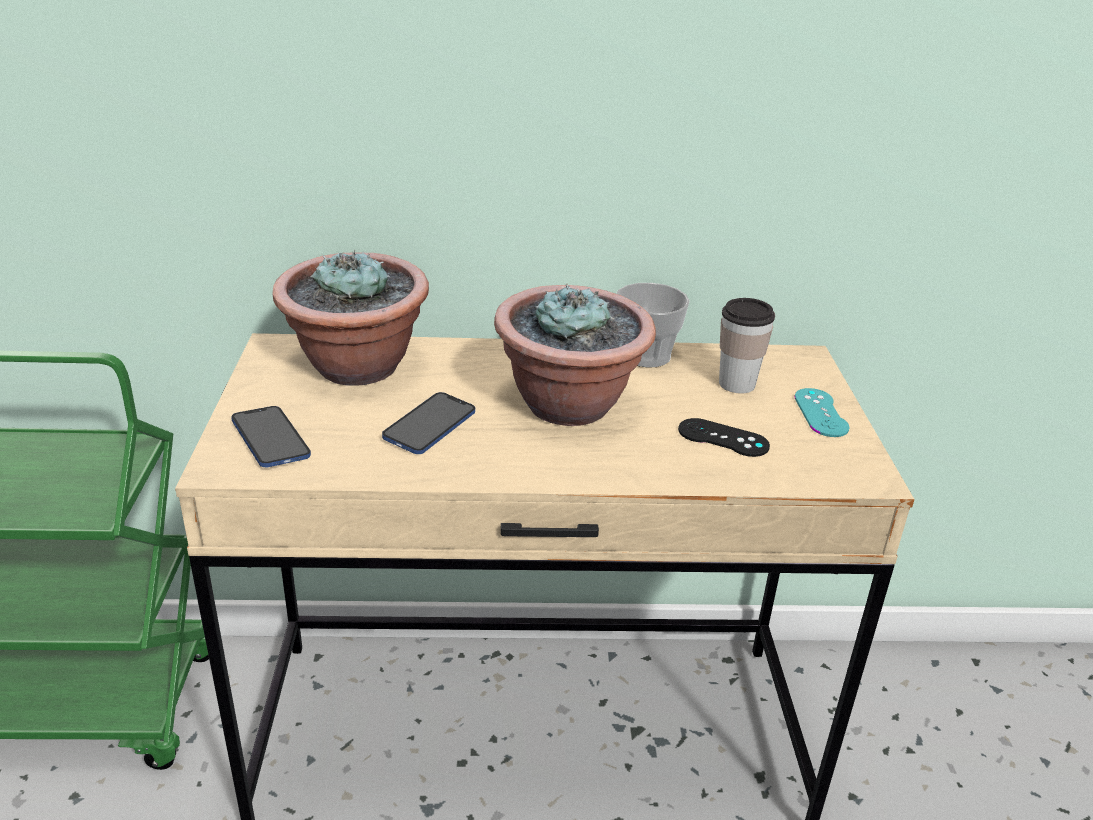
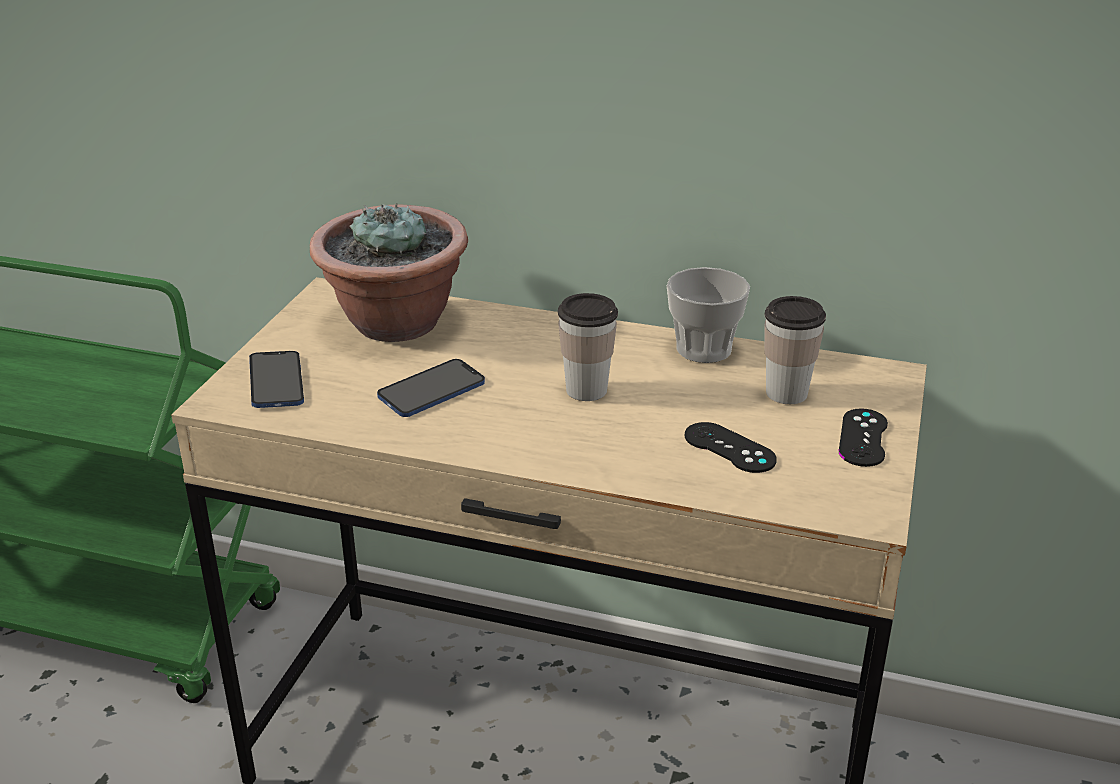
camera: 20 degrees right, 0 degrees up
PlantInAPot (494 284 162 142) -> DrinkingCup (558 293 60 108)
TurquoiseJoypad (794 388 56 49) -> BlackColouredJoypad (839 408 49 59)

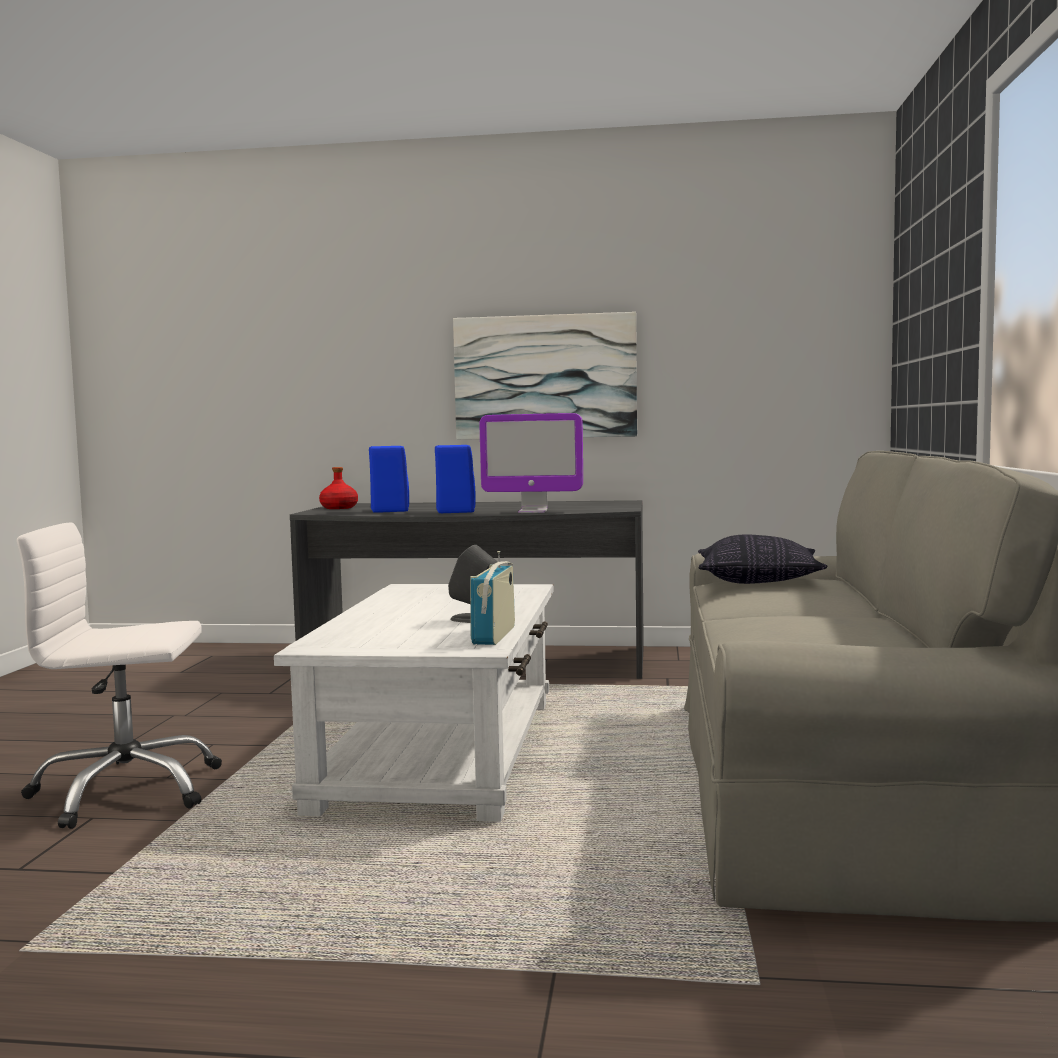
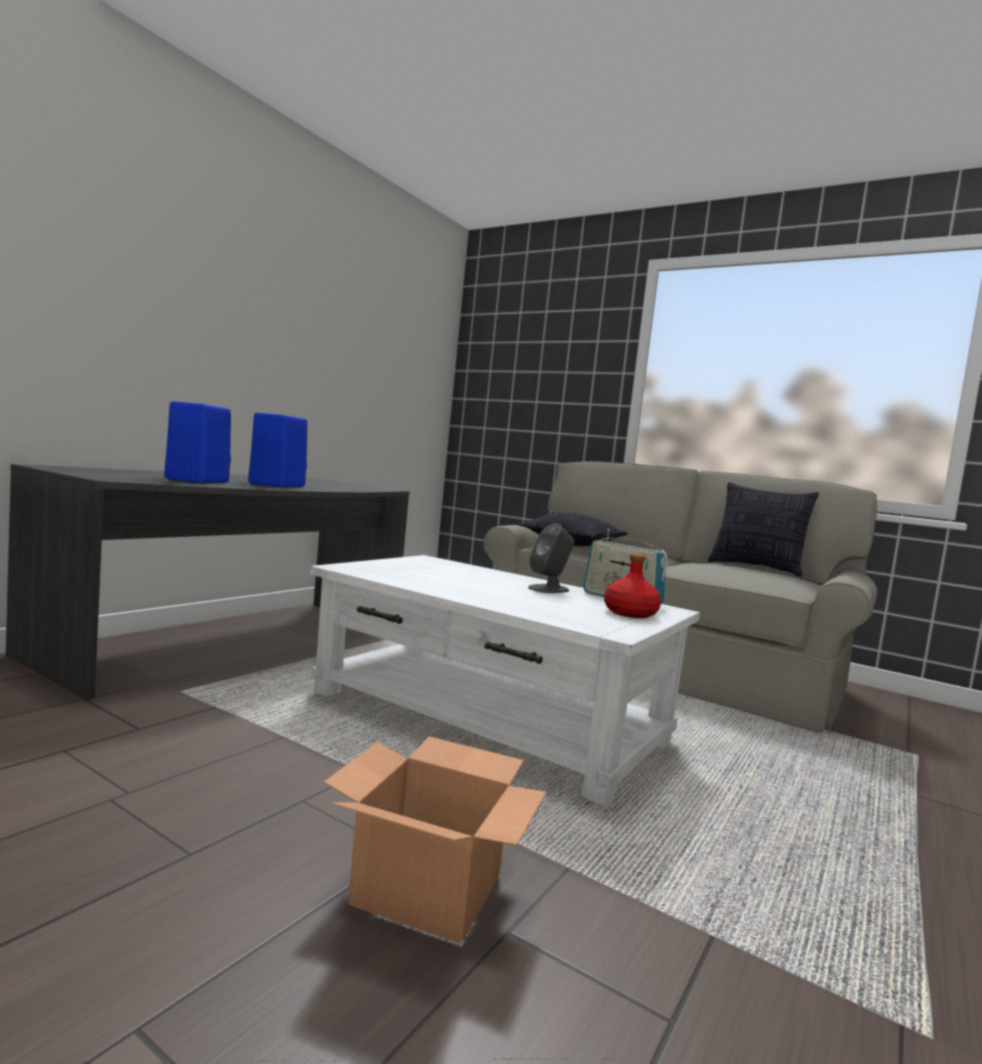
camera: 65 degrees left, 0 degrees up
WallPicture (453 312 184 128) -> none
ComputerScreen (480 413 103 100) -> none
none -> Cushion (708 482 111 95)
ReddishBottle (319 467 39 42) -> ReddishBottle (604 553 57 65), move
WhiteColouredOfficeChair (17 523 205 306) -> CardboardBox (324 737 222 207)

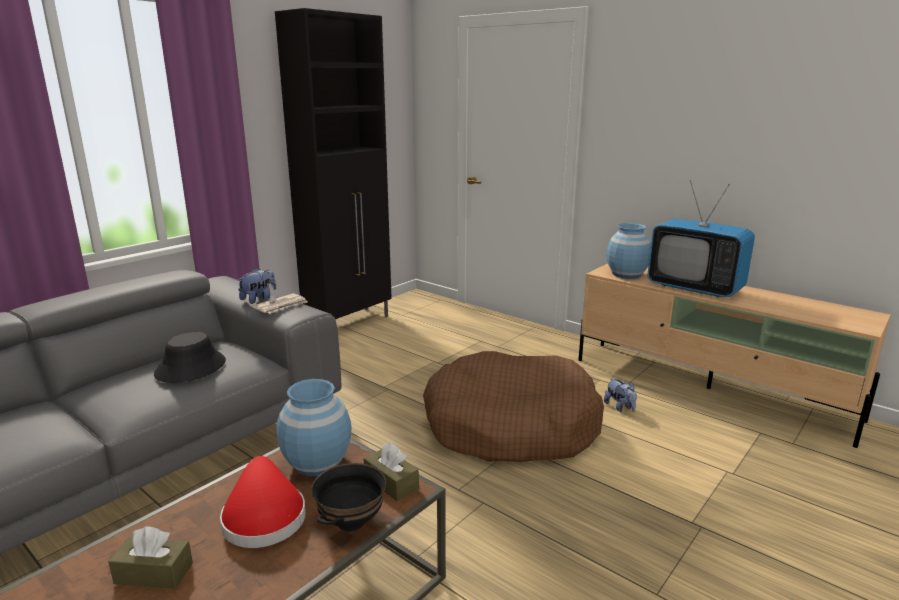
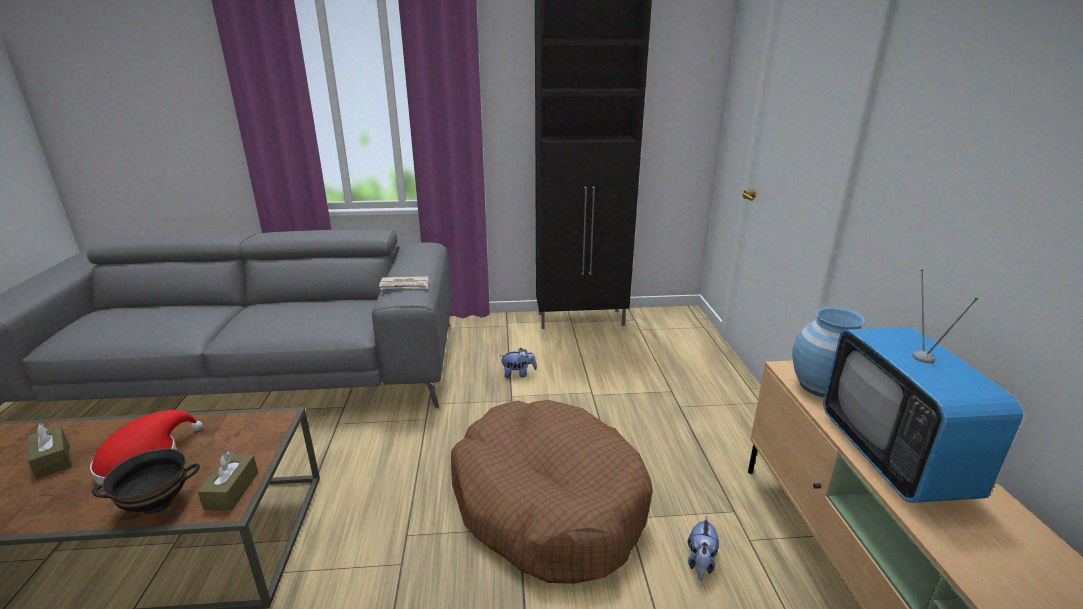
camera: 45 degrees right, 5 degrees up
BlackColouredClothingHat (154 332 72 51) -> none
BlueColouredFlowerVase (276 379 76 97) -> none
SoftToy (238 268 38 36) -> SoftToy (500 348 37 30), move

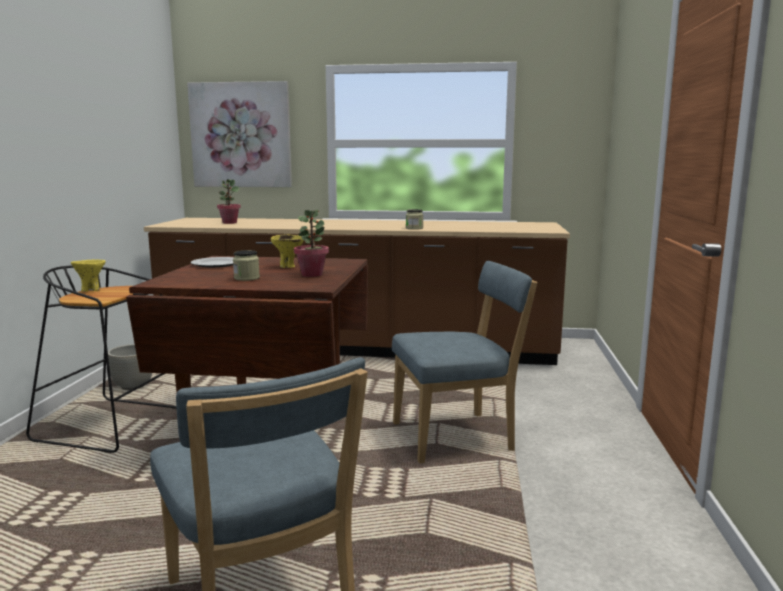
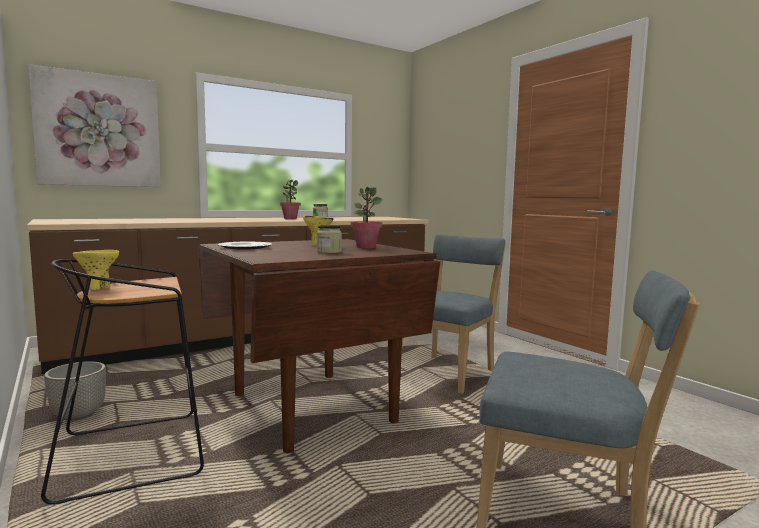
camera: 40 degrees left, 5 degrees down
PlantInAPot (217 179 24 45) -> PlantInAPot (280 180 21 39), move

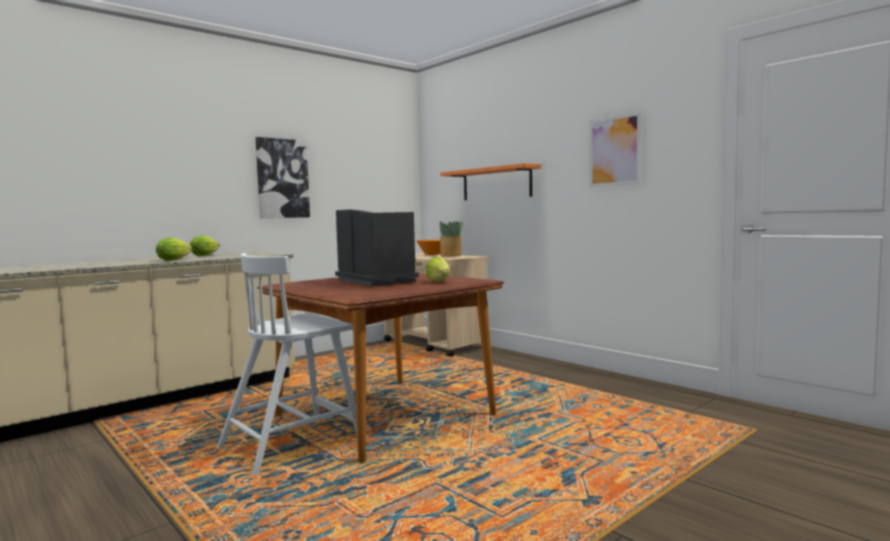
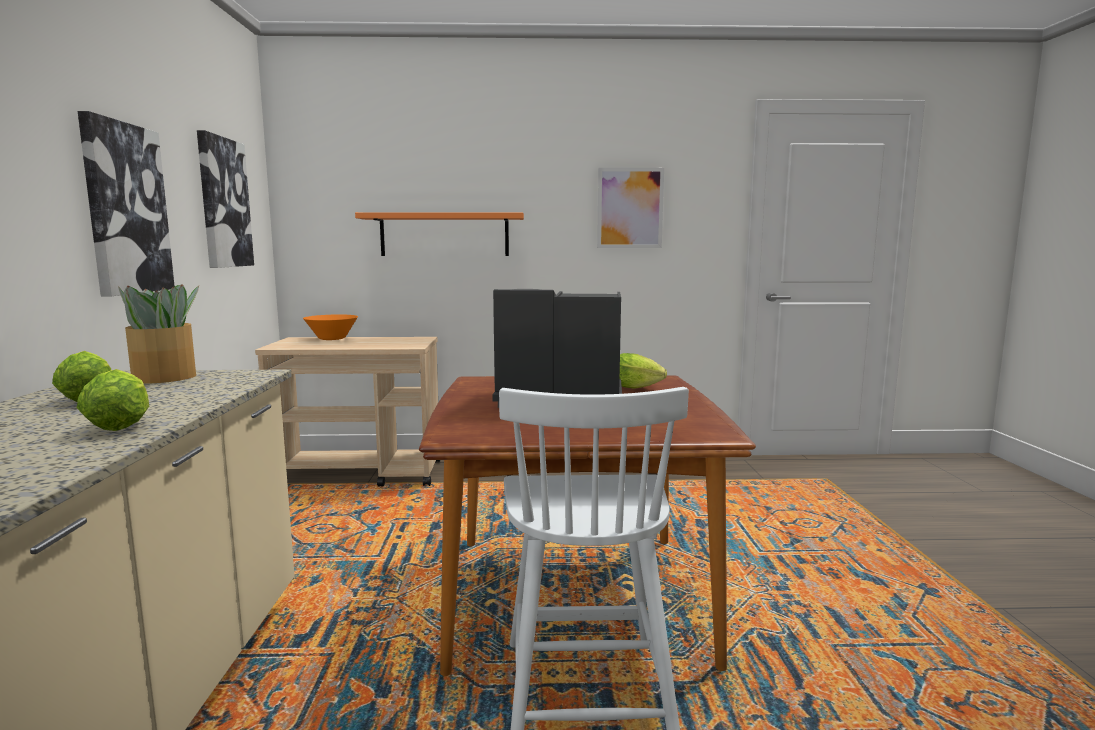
camera: 50 degrees left, 5 degrees up
none -> WallPicture (197 130 57 138)
PlantInAPot (439 221 24 36) -> PlantInAPot (118 284 81 100), move

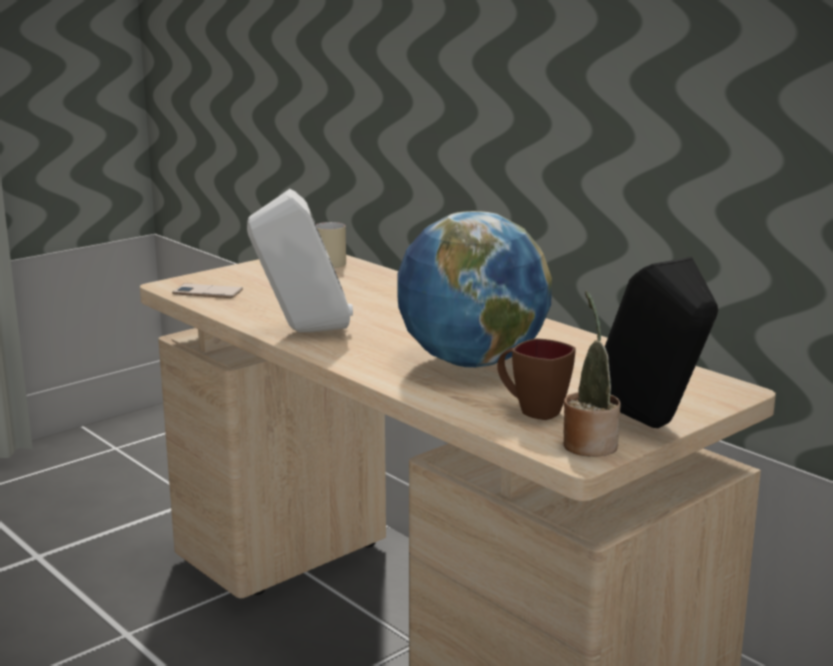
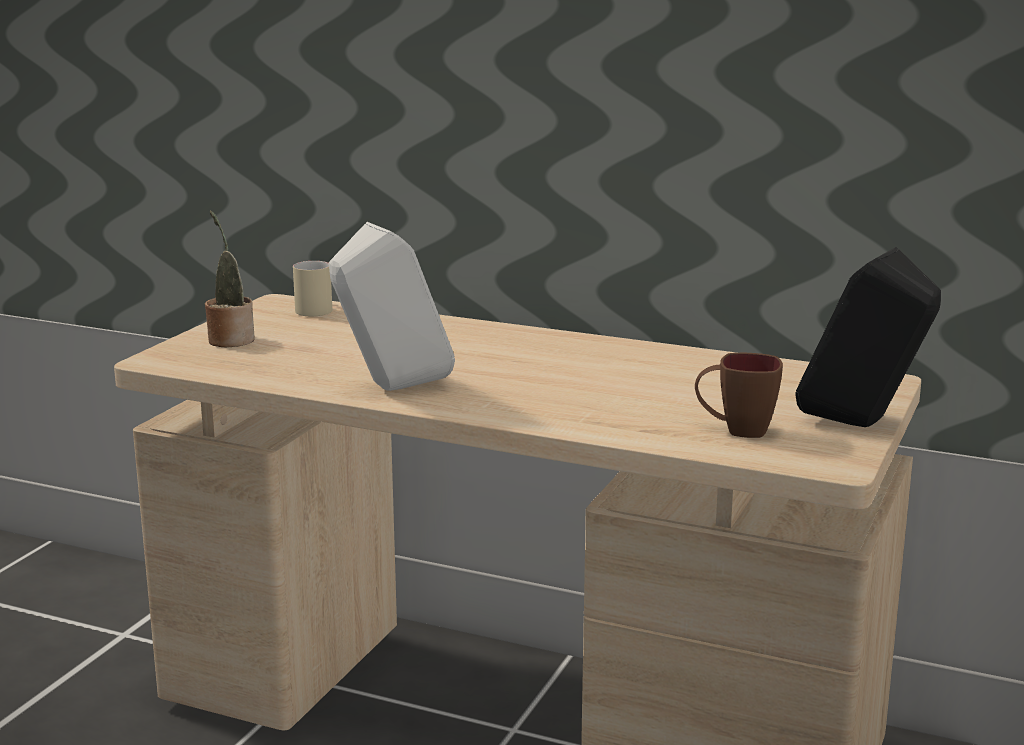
camera: 25 degrees left, 0 degrees up
Handset (172 283 71 15) -> none
DeskGlobe (397 211 155 157) -> none
PlantInAPot (564 291 57 166) -> PlantInAPot (205 211 50 136), move

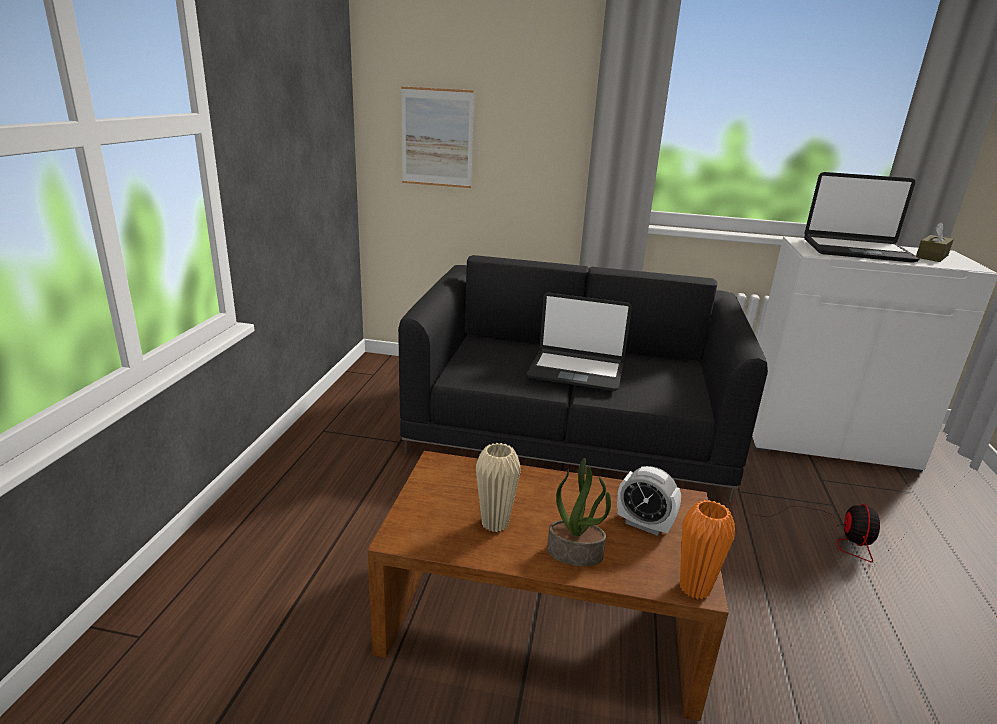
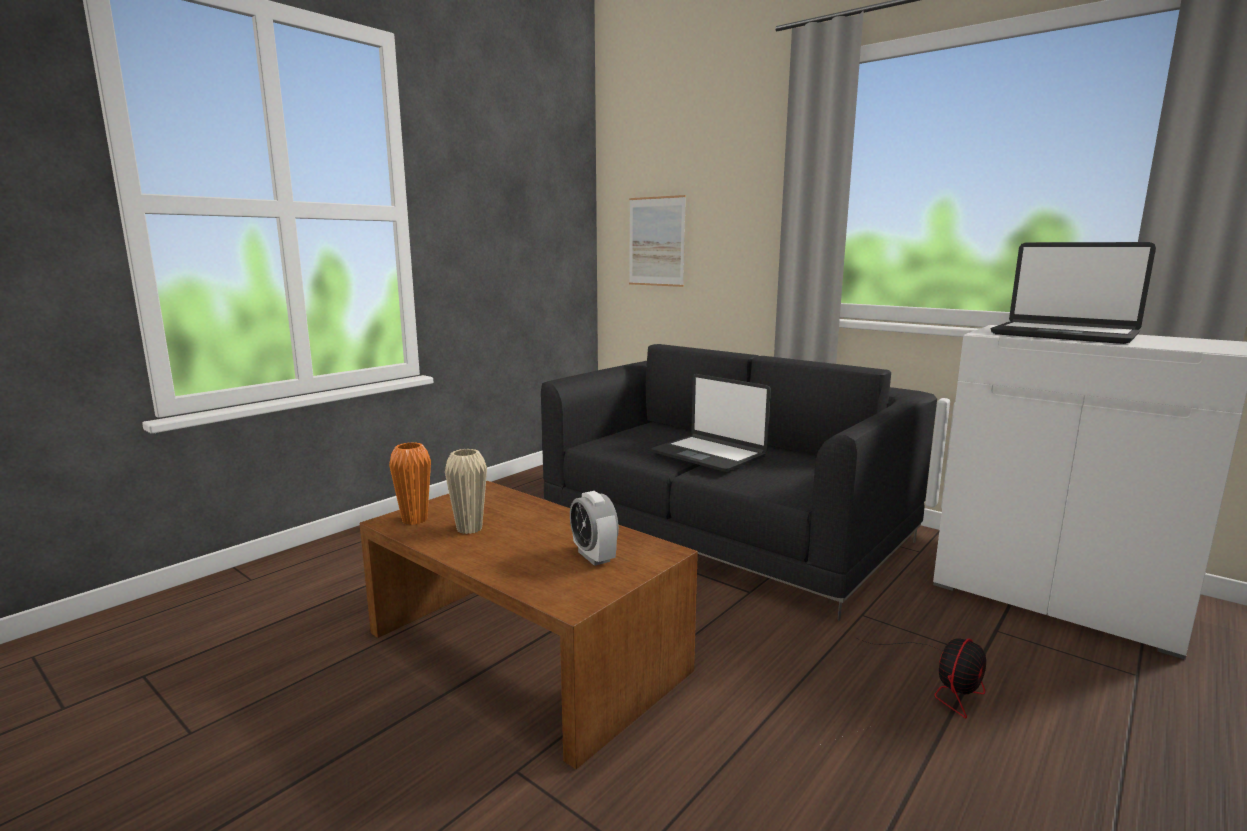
camera: 30 degrees right, 10 degrees down
PlantInAPot (547 458 64 108) -> none
BrownColouredTissueHolder (916 222 38 40) -> none
OrangeColouredFlowerVase (680 500 55 99) -> OrangeColouredFlowerVase (389 442 42 83), move

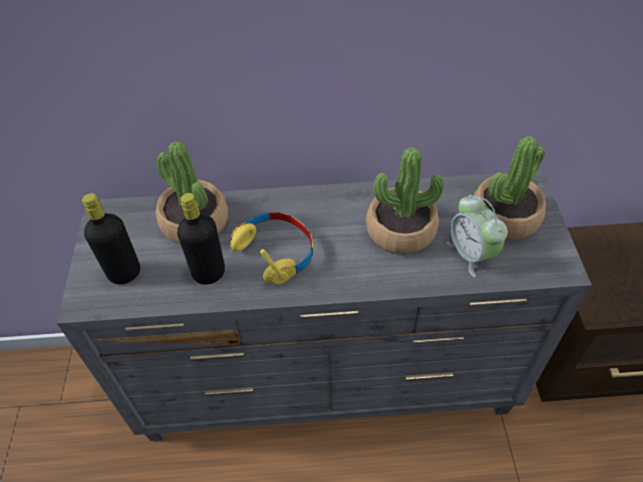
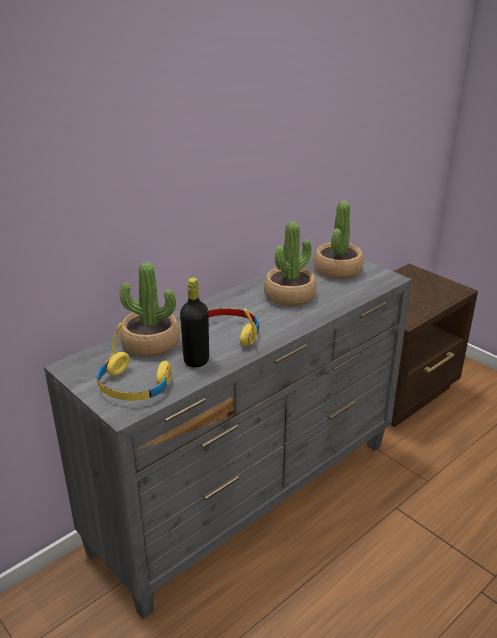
camera: 40 degrees left, 20 degrees down
TableClock (446 195 62 82) -> none
BlackColouredBottle (82 193 58 91) -> YellowHeadphones (97 323 75 78)

